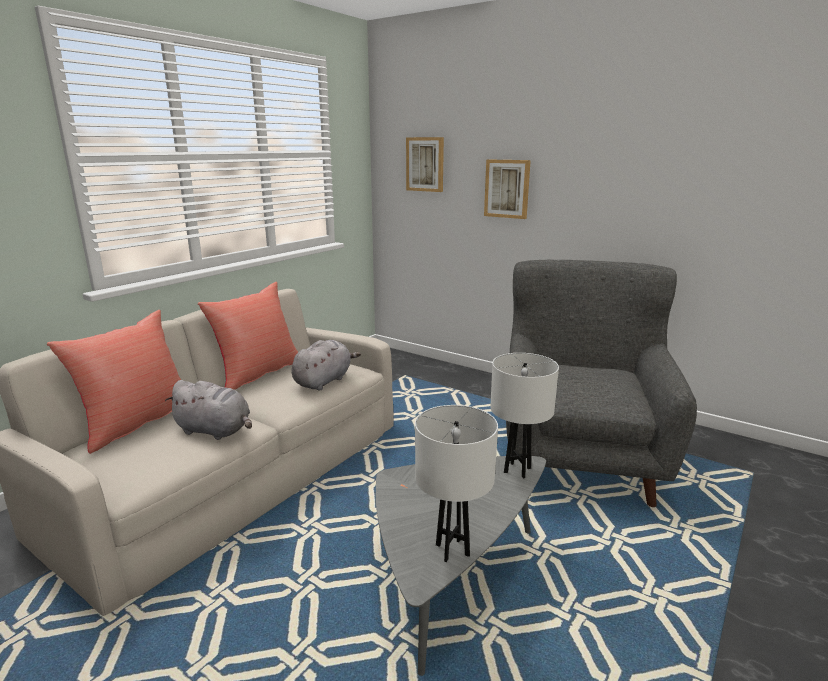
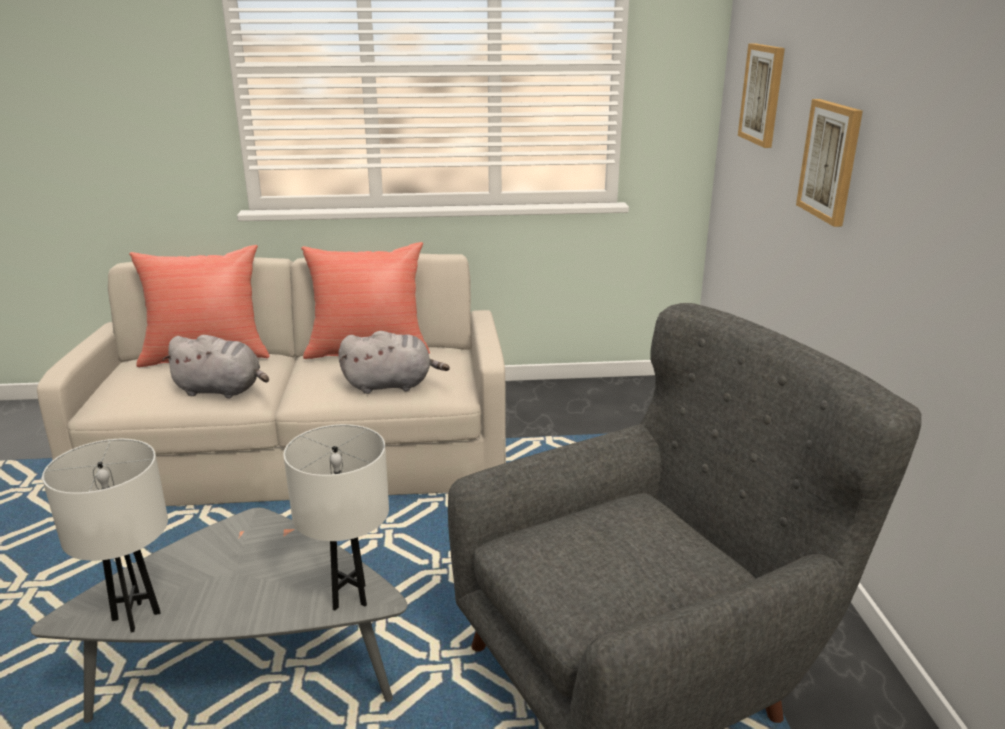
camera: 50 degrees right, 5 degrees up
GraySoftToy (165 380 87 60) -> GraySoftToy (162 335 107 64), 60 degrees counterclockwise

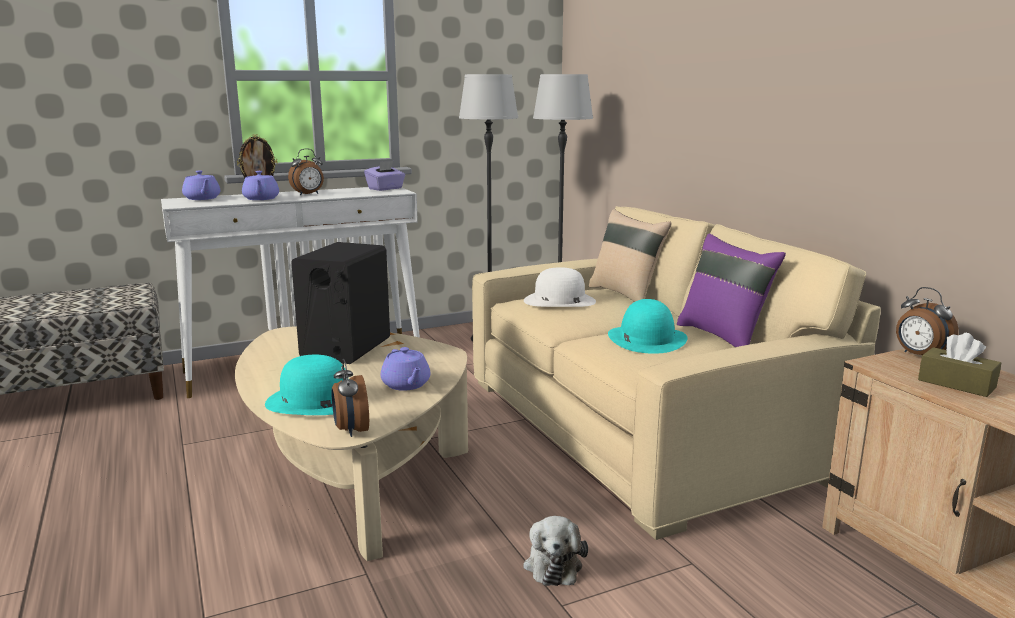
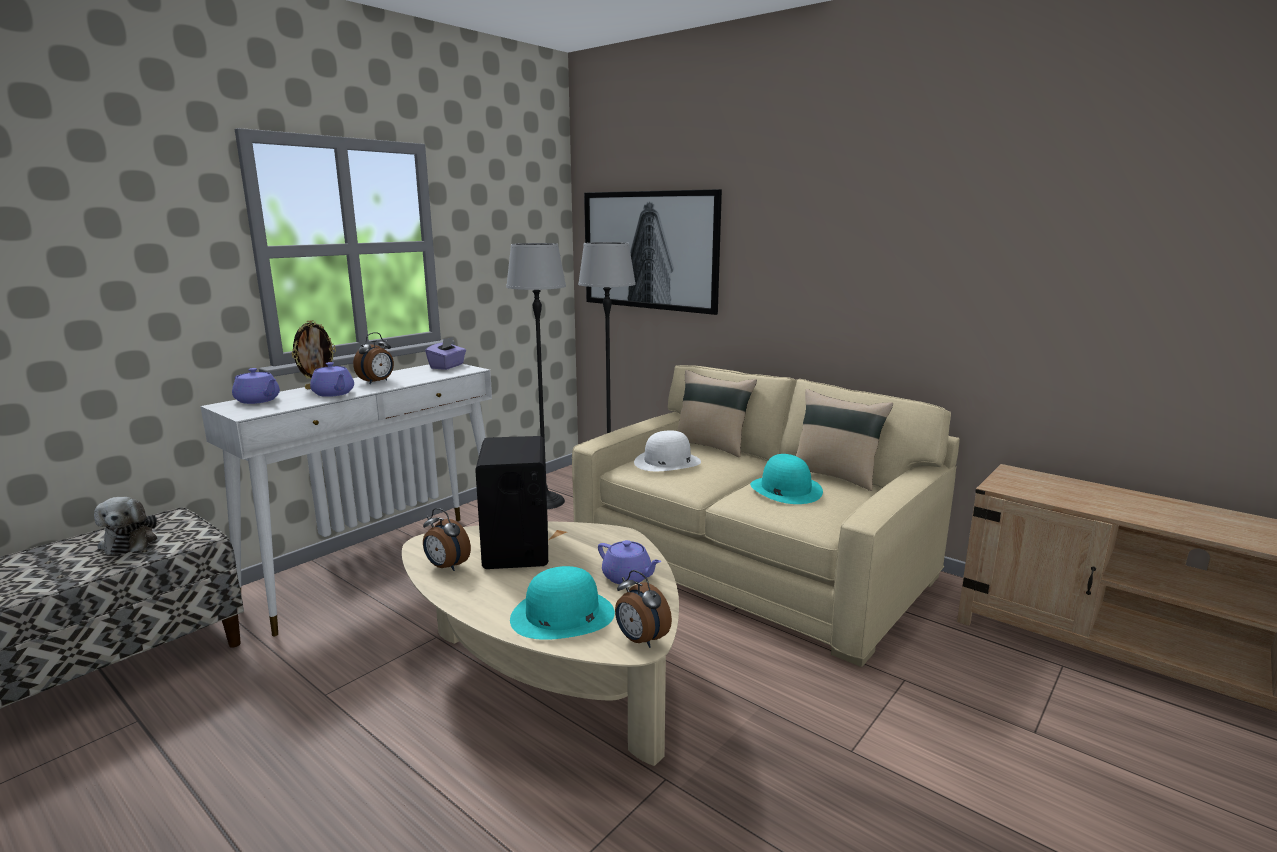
camera: 25 degrees left, 0 degrees up
BrownColouredTissueHolder (918 333 83 64) -> none
none -> WallPicture (584 189 138 126)
SoftToy (523 516 65 70) -> SoftToy (94 497 63 59), move
TableClock (896 287 63 68) -> TableClock (423 508 48 63), move
PurplishCushion (677 233 109 114) -> SandColouredCushion (796 389 97 102)

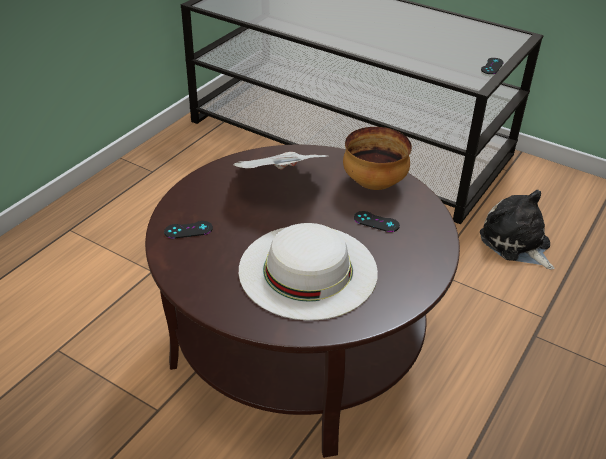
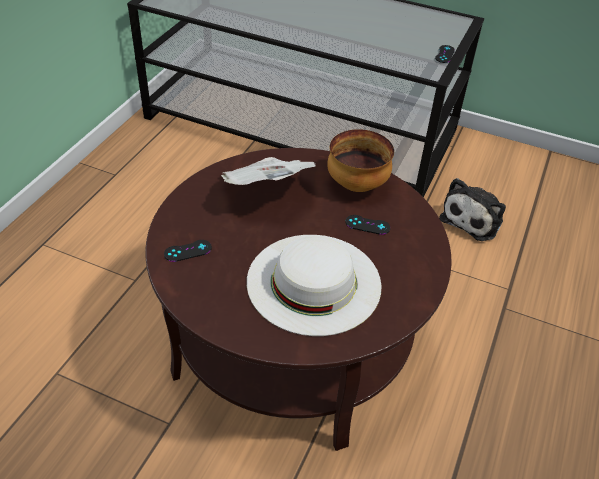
camera: 10 degrees left, 5 degrees up
SoftToy (480 190 74 80) -> SoftToy (439 178 67 63), 105 degrees counterclockwise

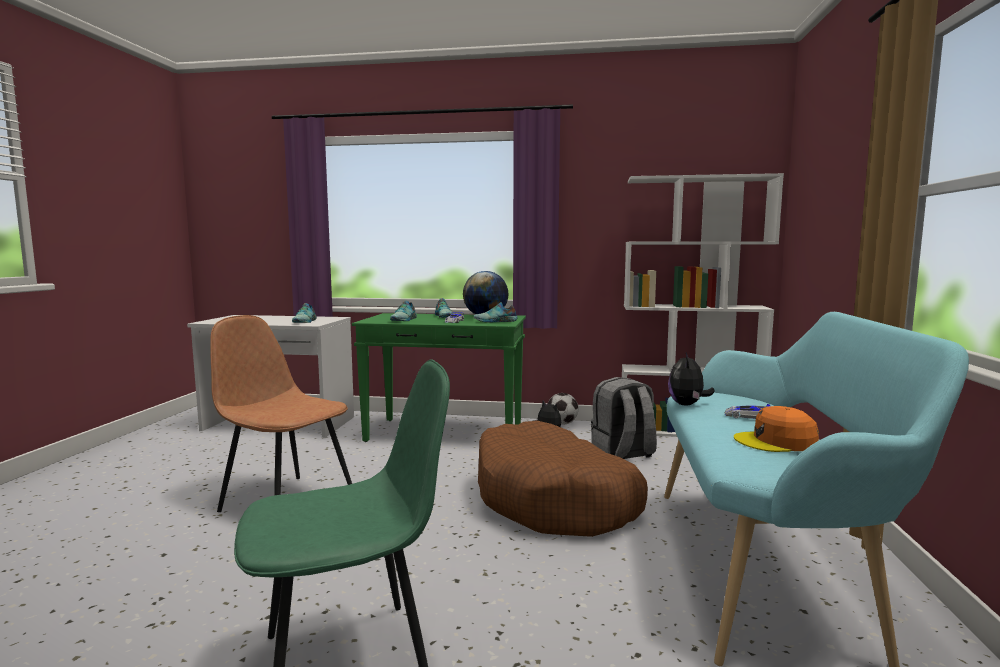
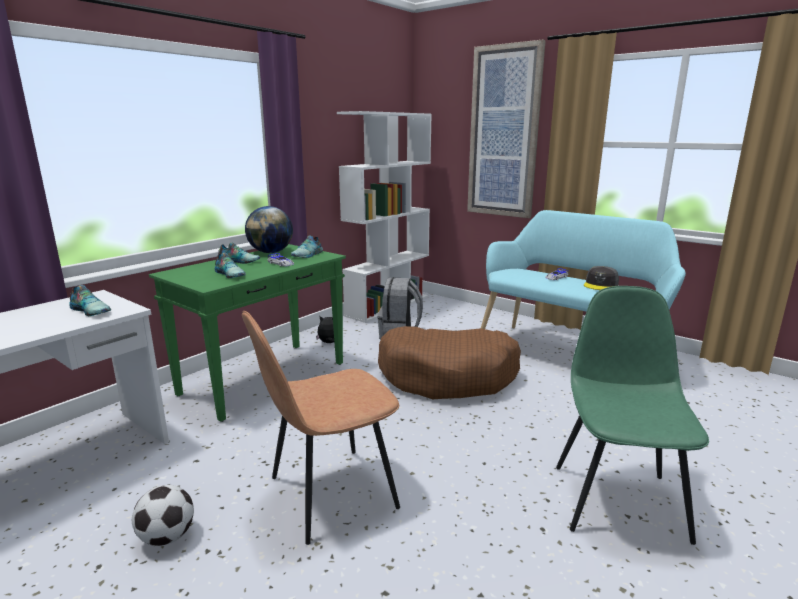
camera: 60 degrees left, 10 degrees up
SoftToy (668 352 47 54) -> none
none -> WallPicture (467 39 79 179)
BallForFootball (548 393 30 32) -> BallForFootball (132 485 62 61), move
OrangeColouredPeakedCap (734 406 85 46) -> GrayPeakedCap (584 266 35 24)

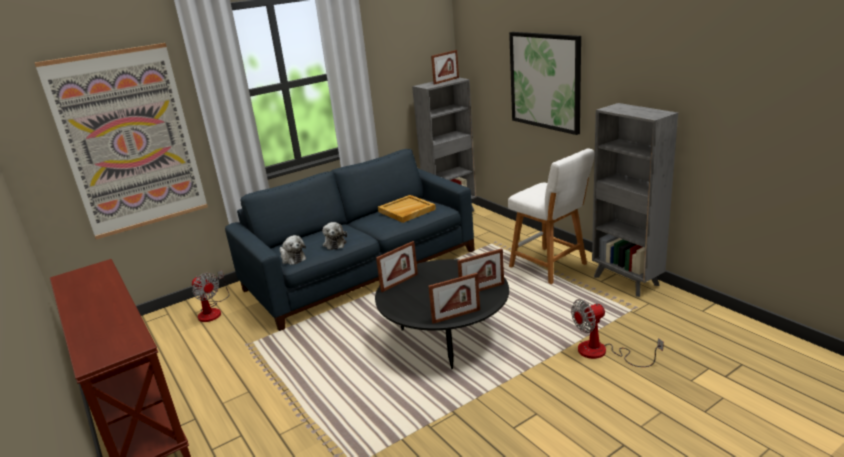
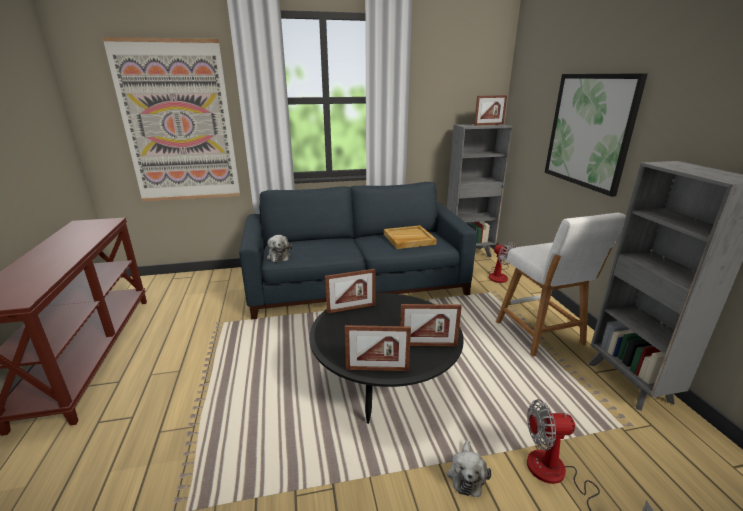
camera: 20 degrees right, 0 degrees up
CoolingFan (192 270 38 52) -> CoolingFan (488 242 29 41), move
SoftToy (322 222 25 28) -> SoftToy (447 440 44 57), move

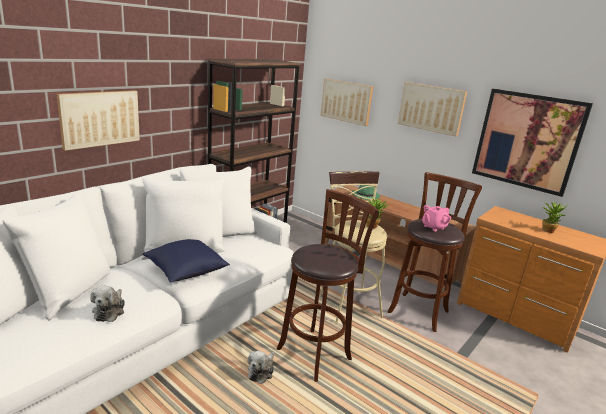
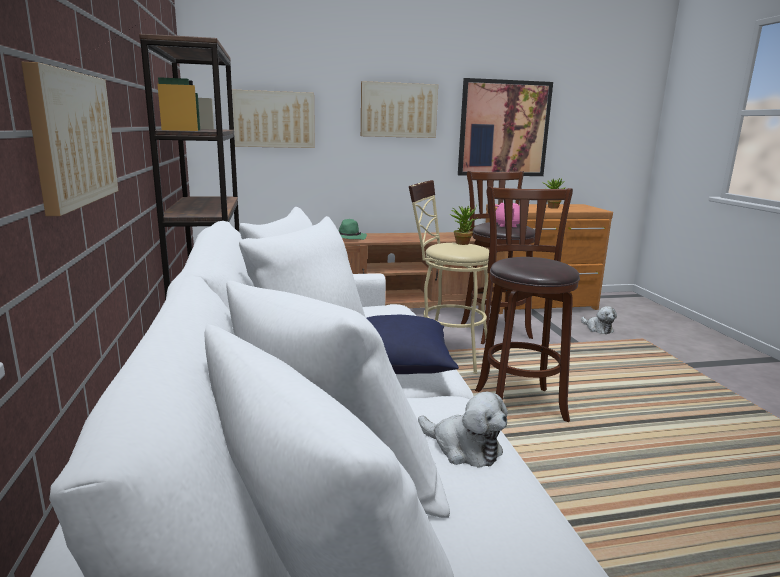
camera: 50 degrees left, 5 degrees down
SoftToy (247 351 28 33) -> SoftToy (581 306 36 28), move

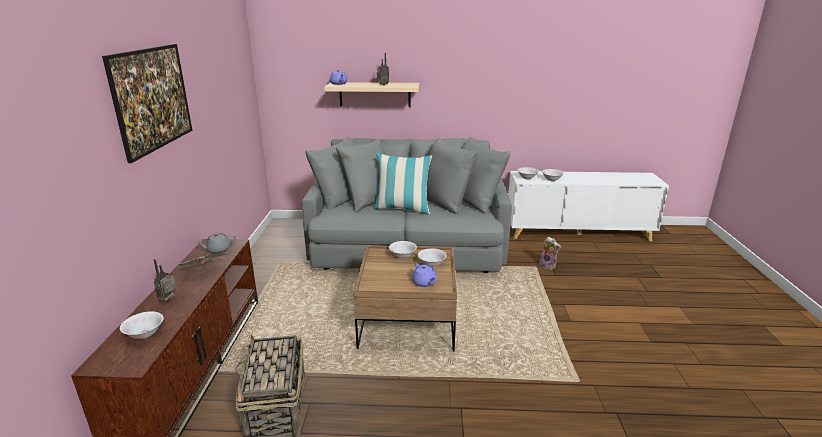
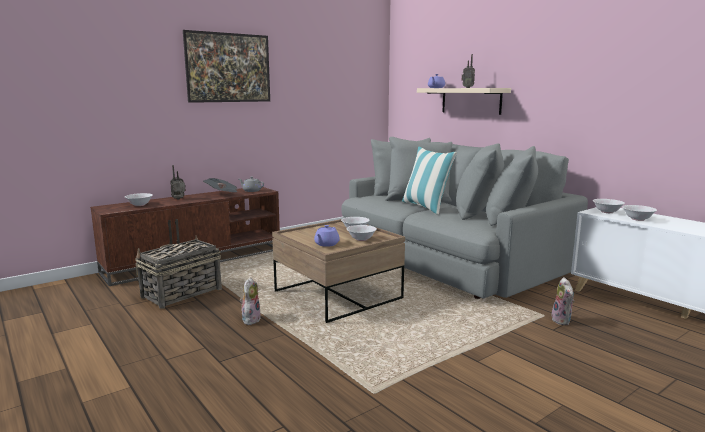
camera: 50 degrees right, 10 degrees down
none -> SoftToy (240 277 21 48)

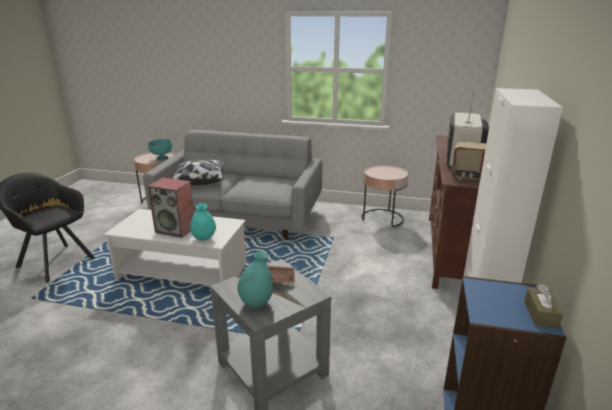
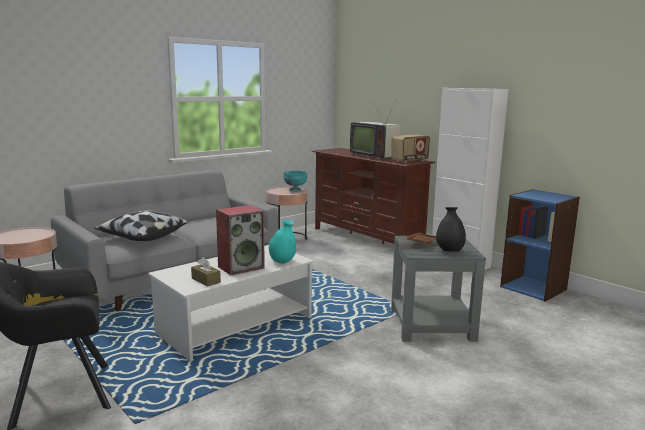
camera: 55 degrees left, 10 degrees down
TurquoiseBowl (148 139 24 22) -> TurquoiseBowl (284 171 23 21), move
BrownColouredTissueHolder (524 285 39 44) -> BrownColouredTissueHolder (191 257 30 30), move
TurquoiseFlowerVase (237 252 36 56) -> BlackColouredFlowerVase (436 207 30 45)

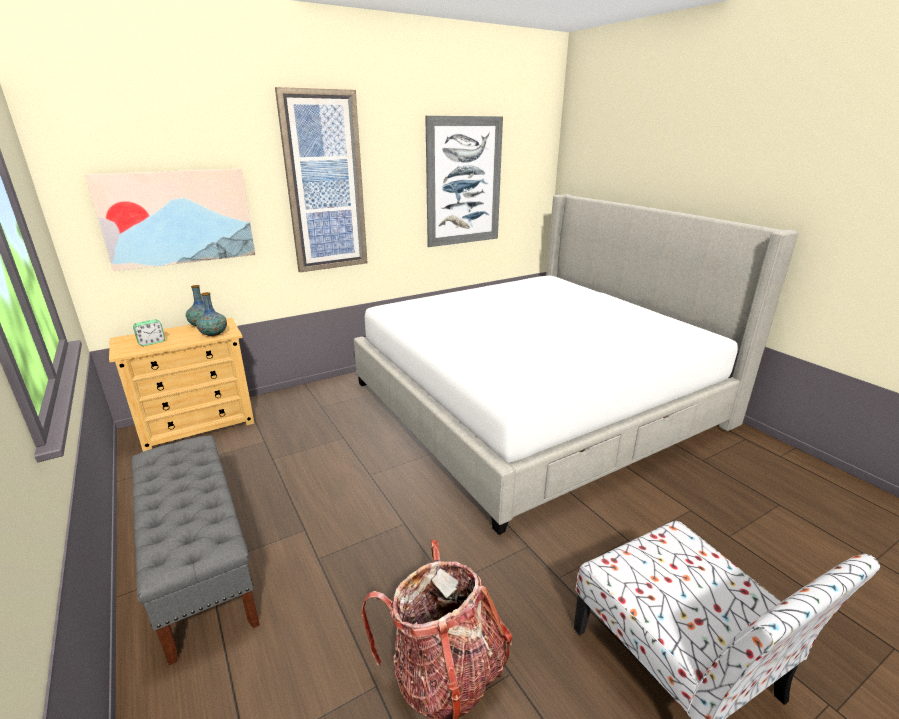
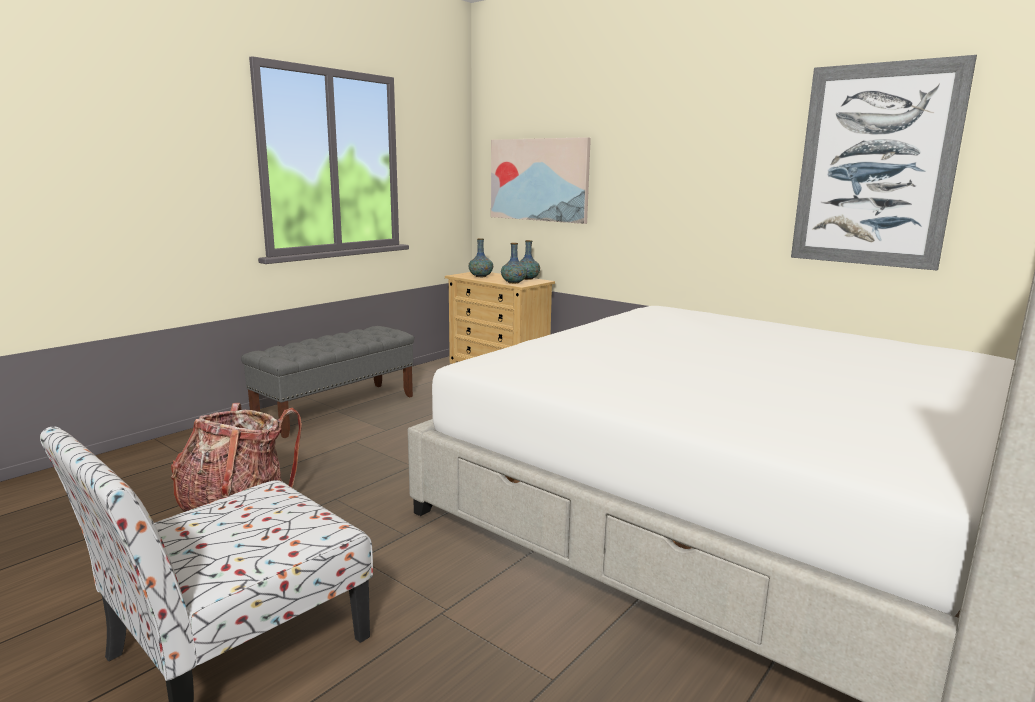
camera: 70 degrees right, 10 degrees down
WallPicture (275 87 93 185) -> none
TableClock (133 319 32 27) -> FlowerVase (469 239 24 38)

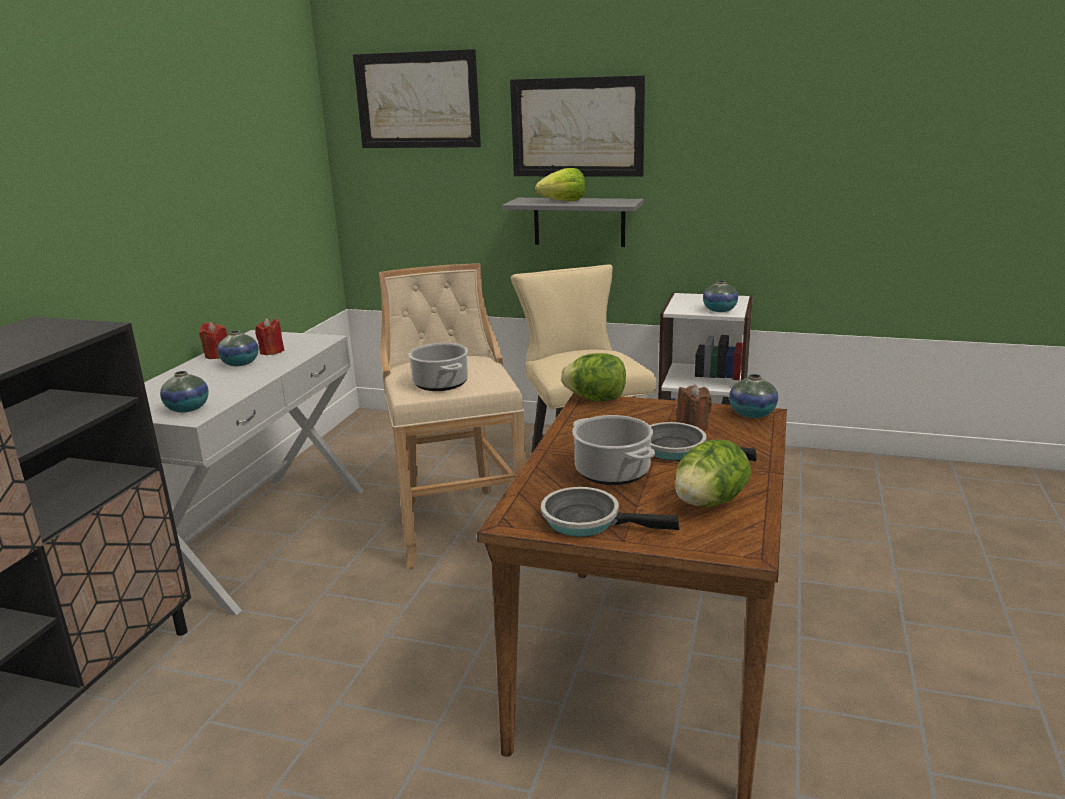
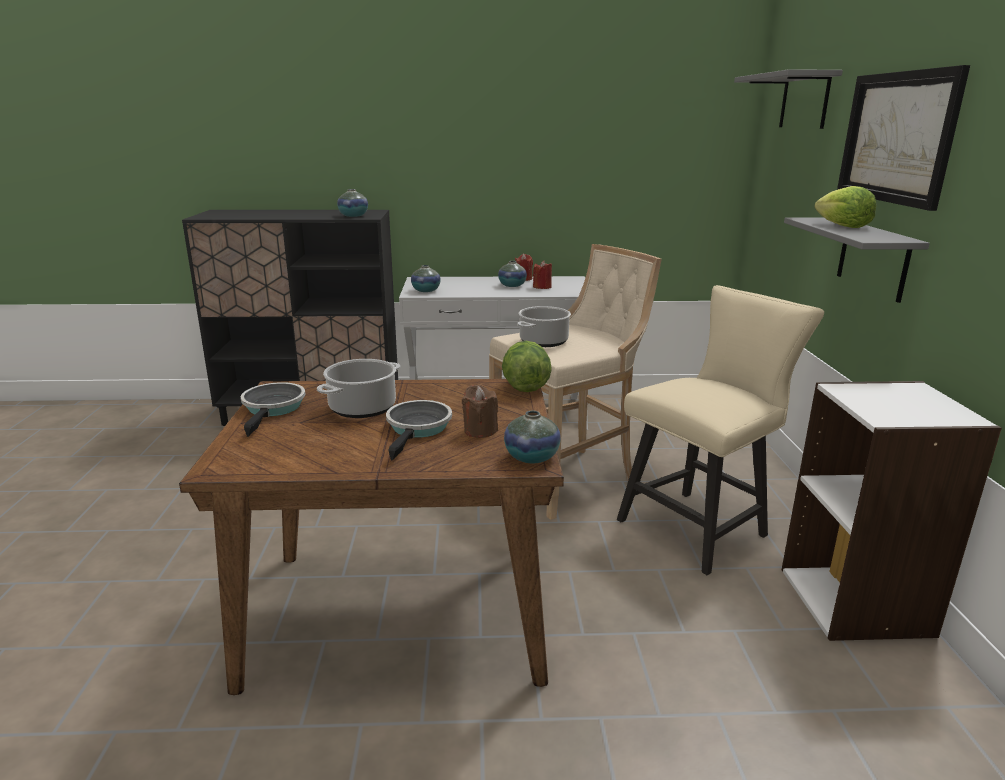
camera: 70 degrees right, 0 degrees up
HeadOfLettuce (675 440 76 67) -> none
FlowerVase (703 280 35 32) -> FlowerVase (337 189 31 28), move
WallPicture (353 49 128 99) -> GrayWallShelf (734 69 109 60)

